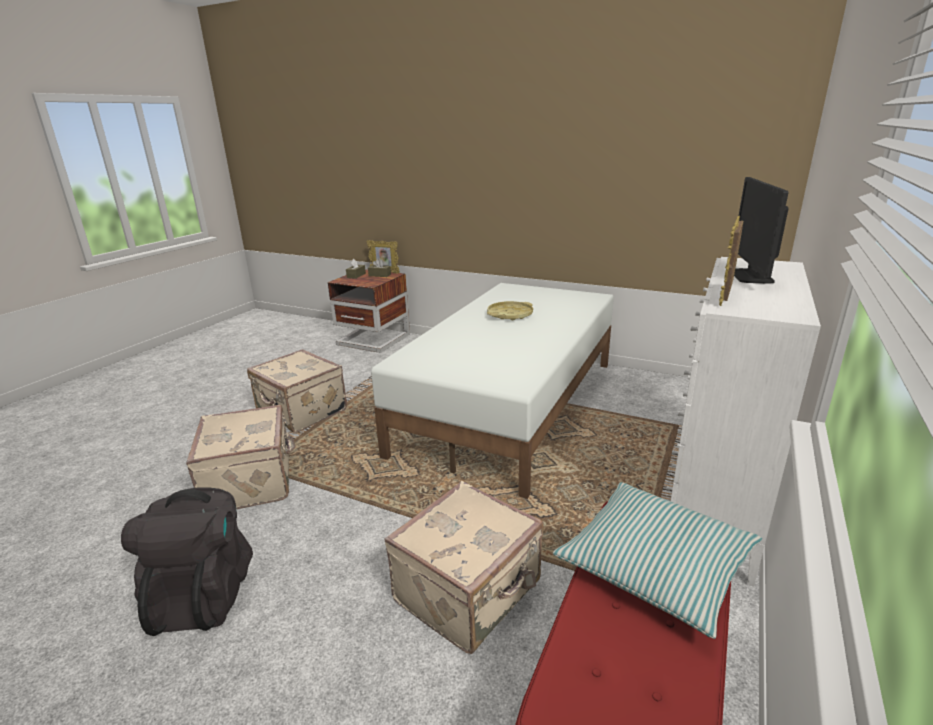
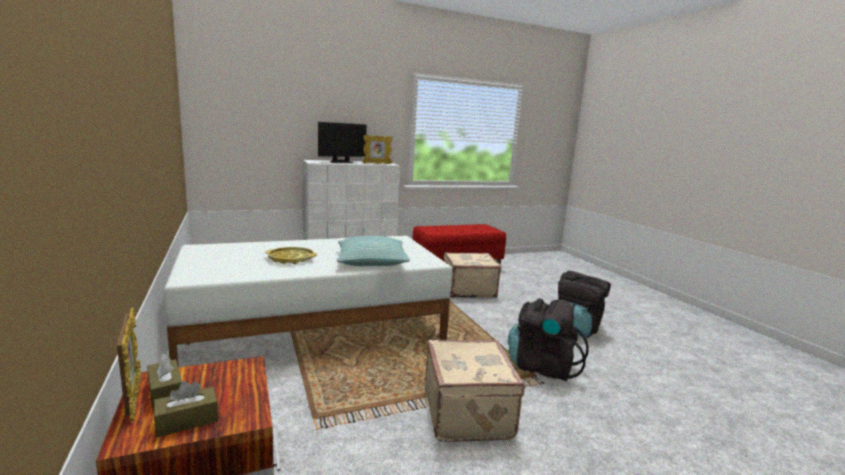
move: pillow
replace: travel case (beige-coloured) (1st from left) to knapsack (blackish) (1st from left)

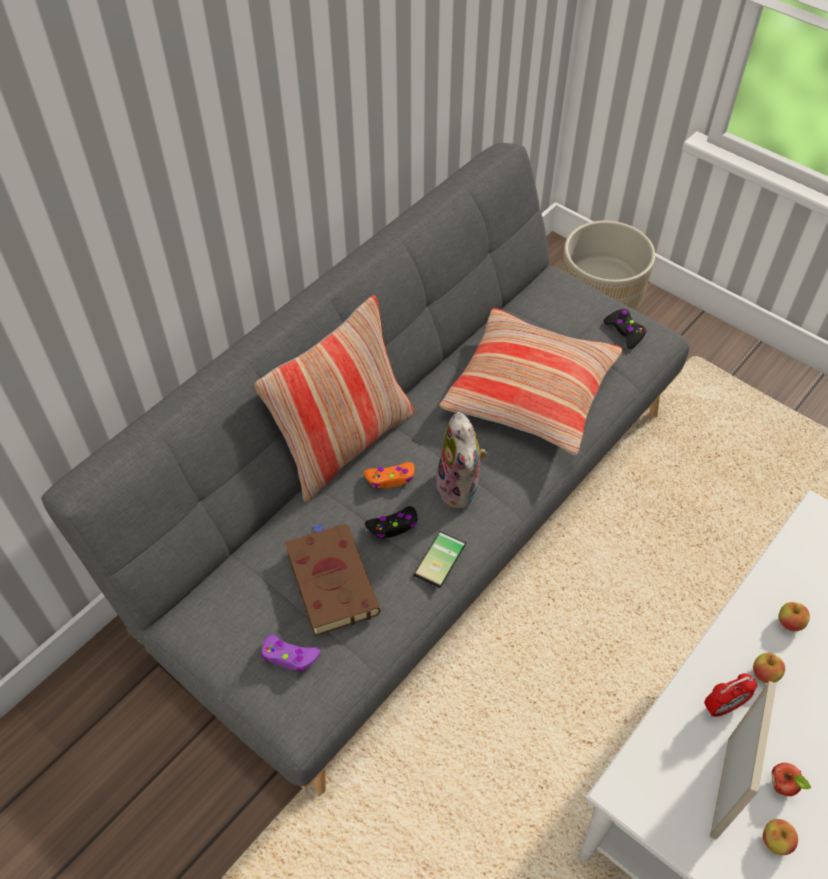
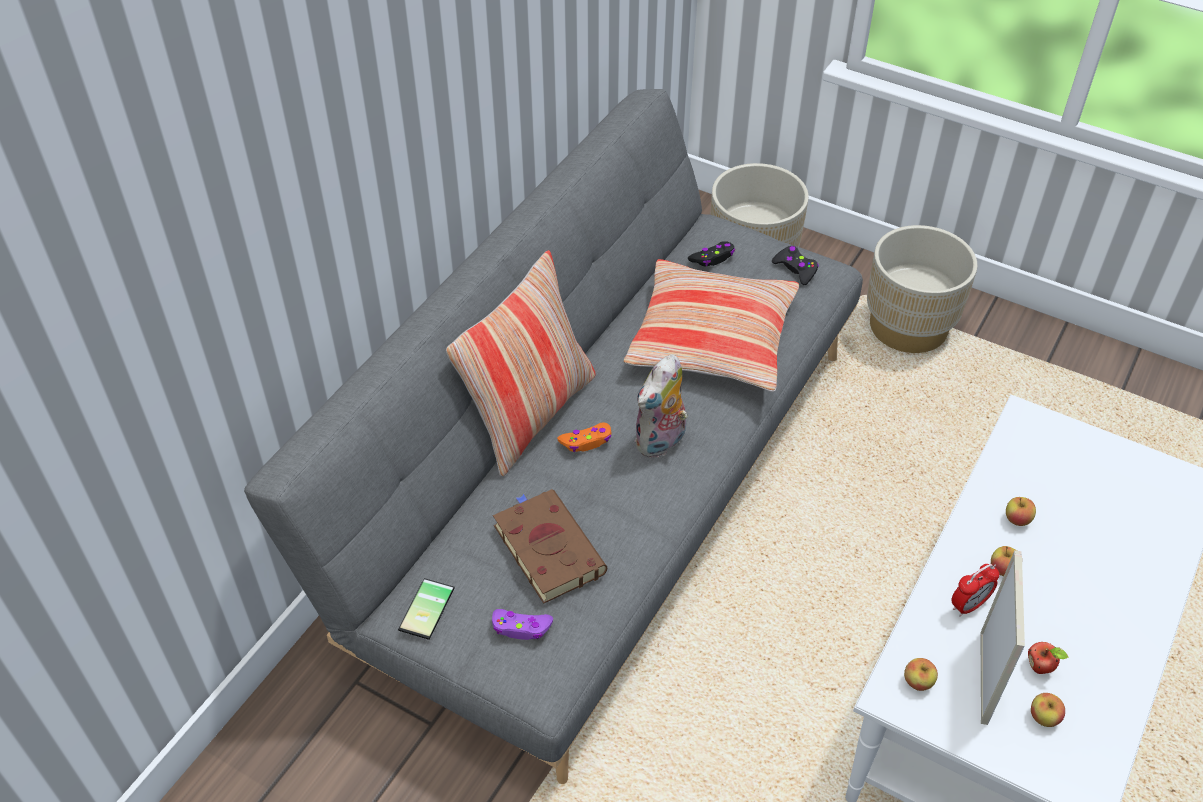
insert: plant pot (beige-coloured) (2nd from left); whole apple (1st from left)
move: game controller (blackish) (1st from left); telephone
rotate: cuddly toy 60 degrees clockwise

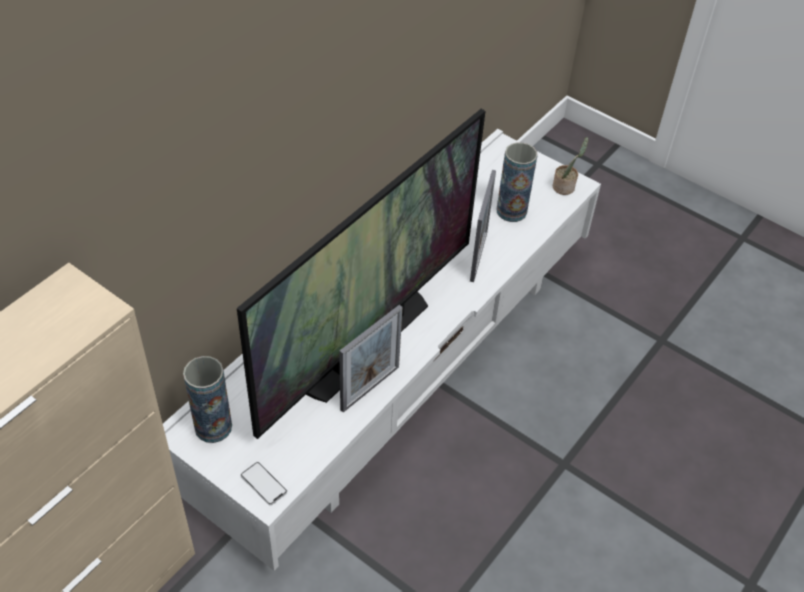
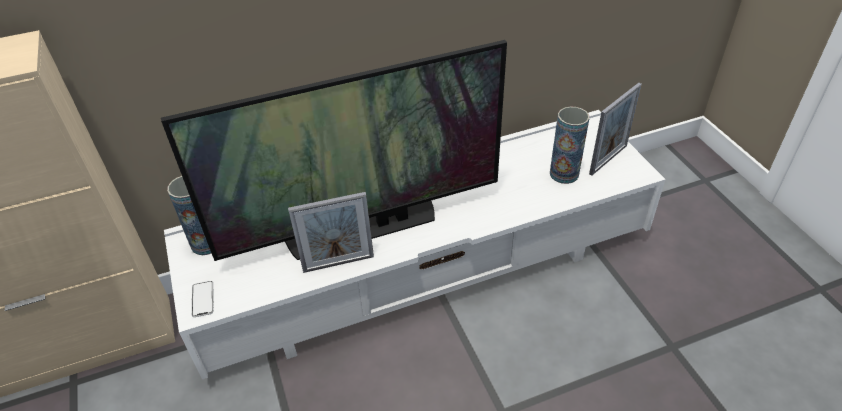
delete: plant in a pot
move: picture frame (2nd from left)

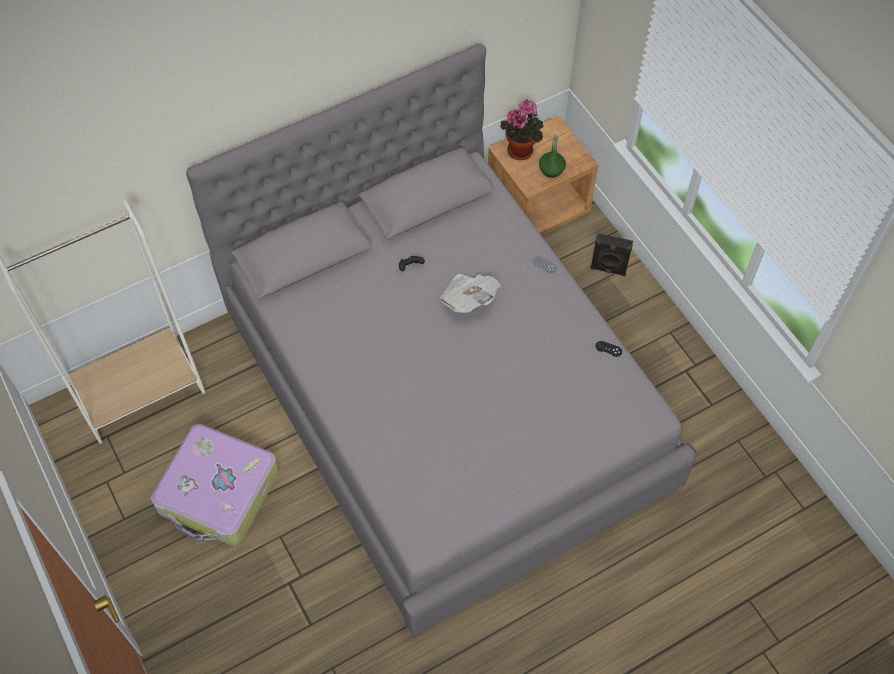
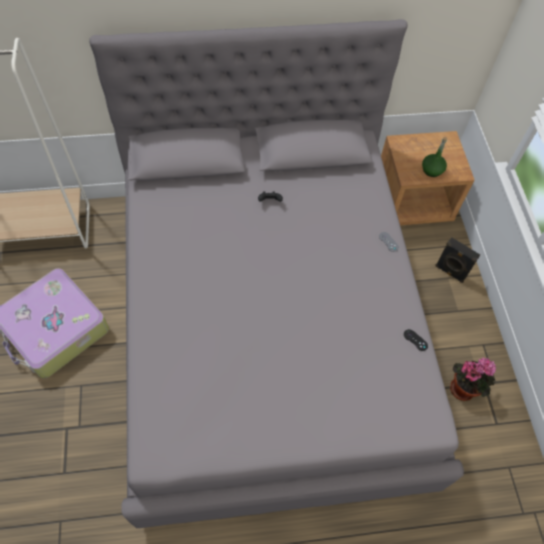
delete: newspaper
move: plant in a pot

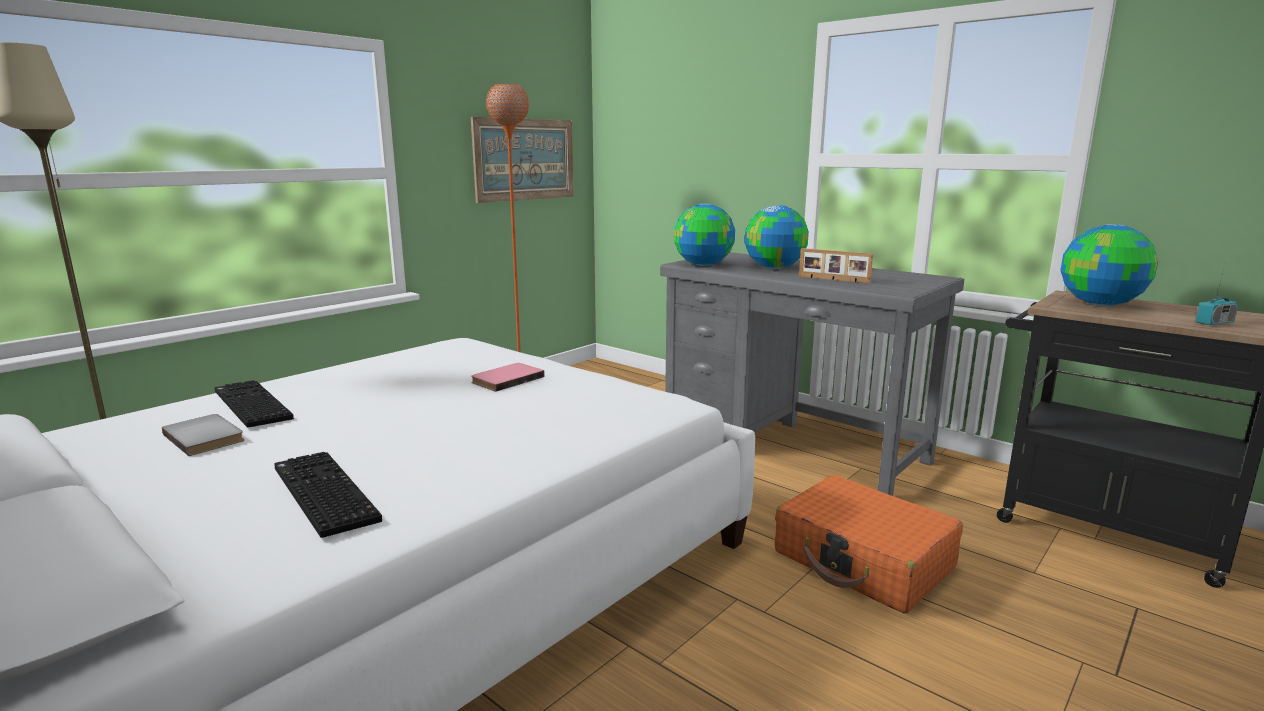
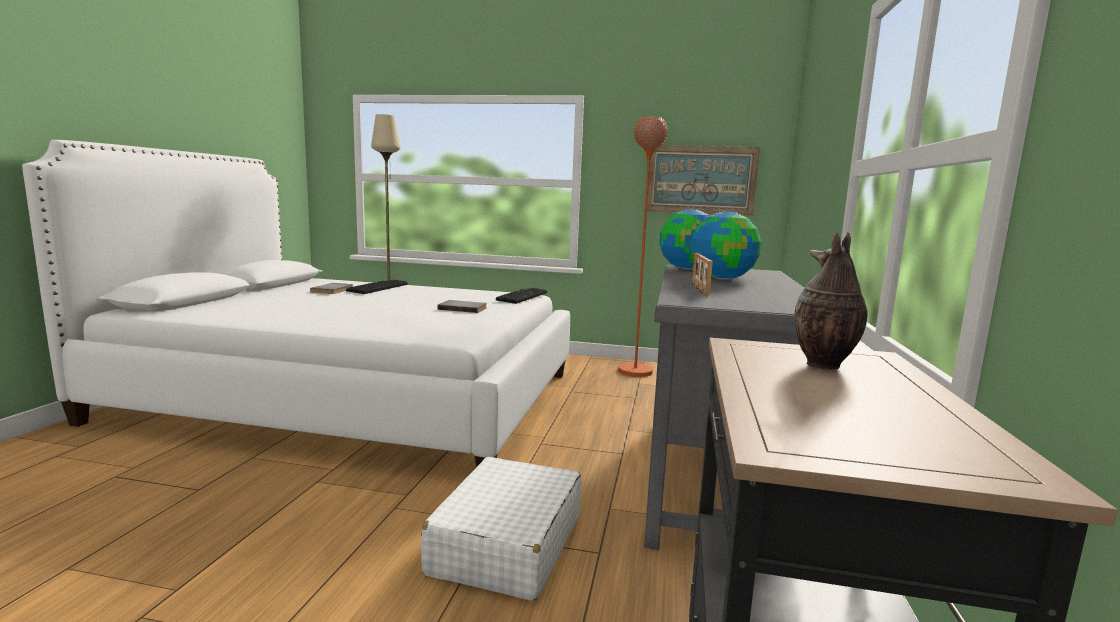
delete: radio
move: PC keyboard (2nd from left)
replace: globe (3rd from left) to flower vase
recolor: book (pink) to book (greyish) (2nd from left); travel case (orangey) to travel case (white-coloured)

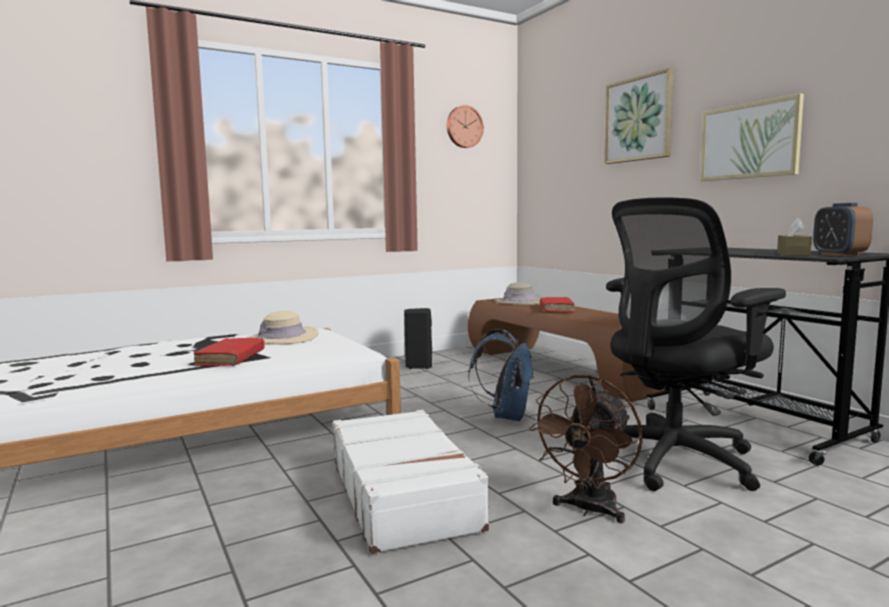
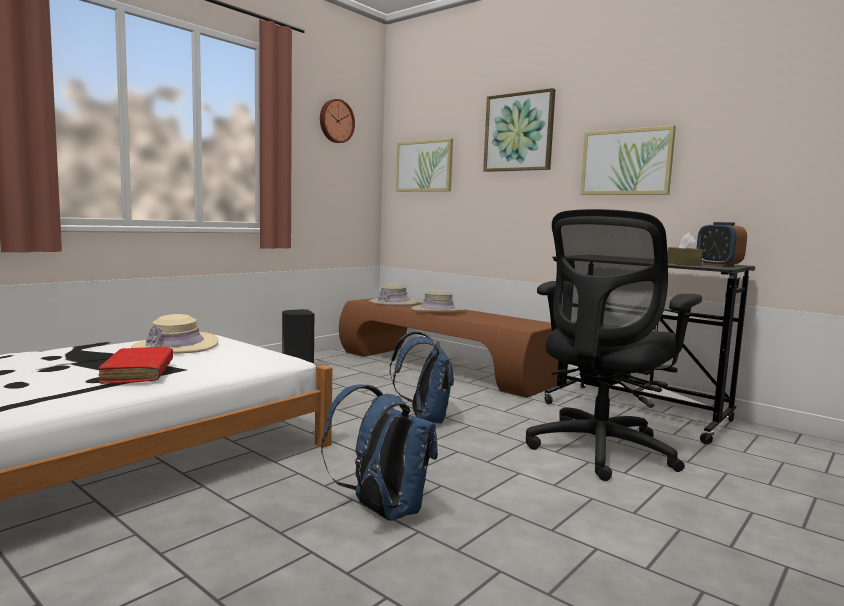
delete: electric fan (brown-coloured)
insert: wall picture (1st from left)
replace: book (red-coloured) (2nd from left) to clothing hat (beige-coloured) (3rd from left); travel case (white-coloured) to knapsack (blue-coloured) (1st from left)

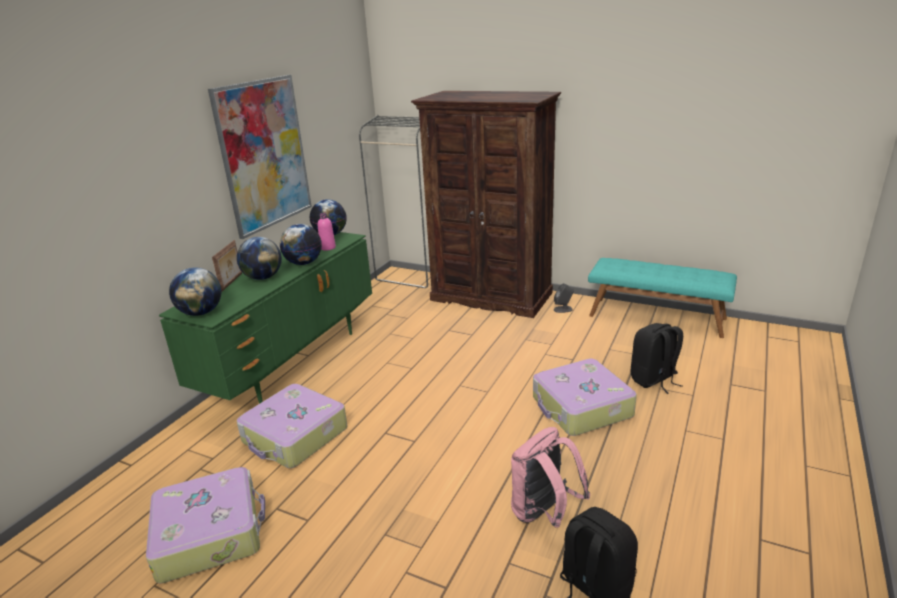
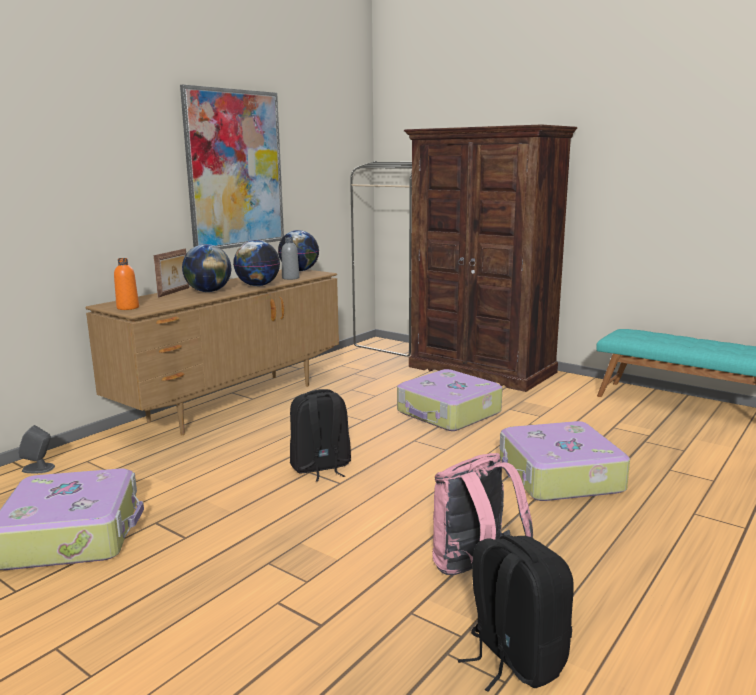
move: speaker (greyish); knapsack (blackish) (2nd from left in the first image) to knapsack (blackish) (1st from left); travel case (2nd from left)
replace: globe (1st from left) to beverage bottle (orangey)
recolor: beverage bottle (pink) to beverage bottle (greyish); chest of drawers (greenish) to chest of drawers (brown-coloured)

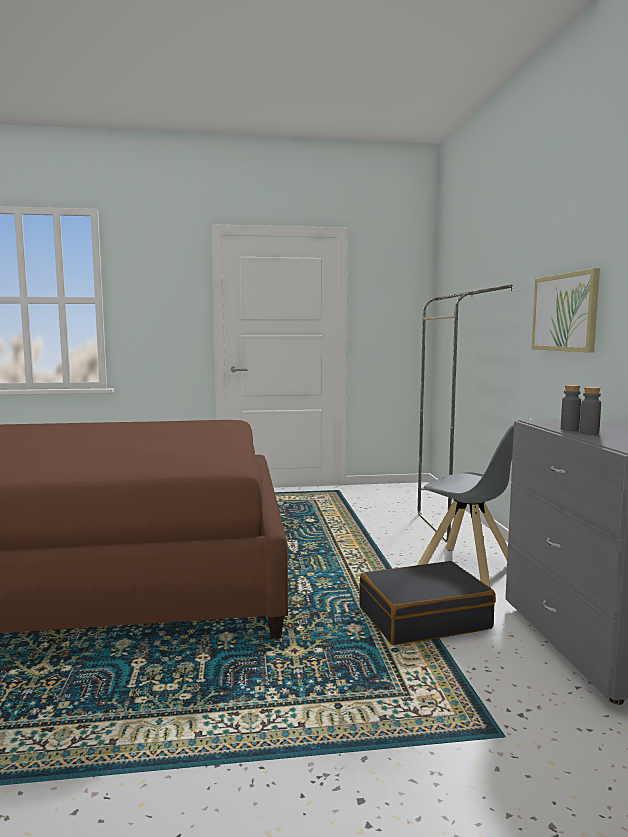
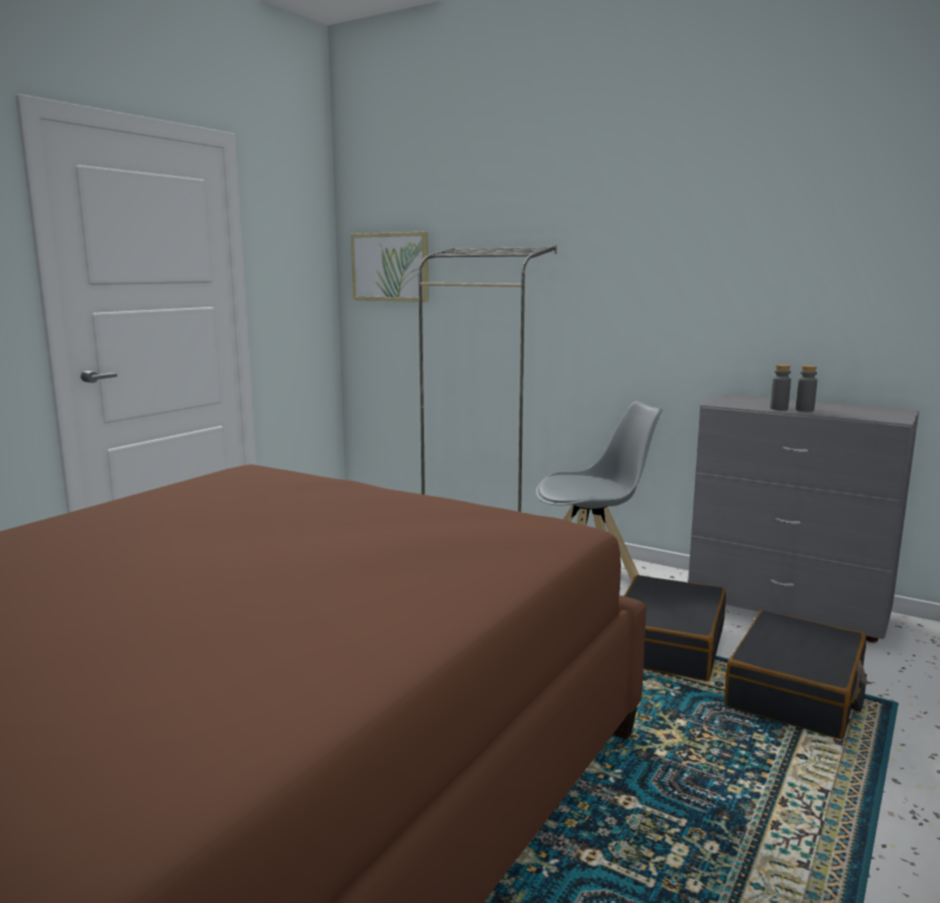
insert: travel case (blackish) (2nd from left)
move: wall picture

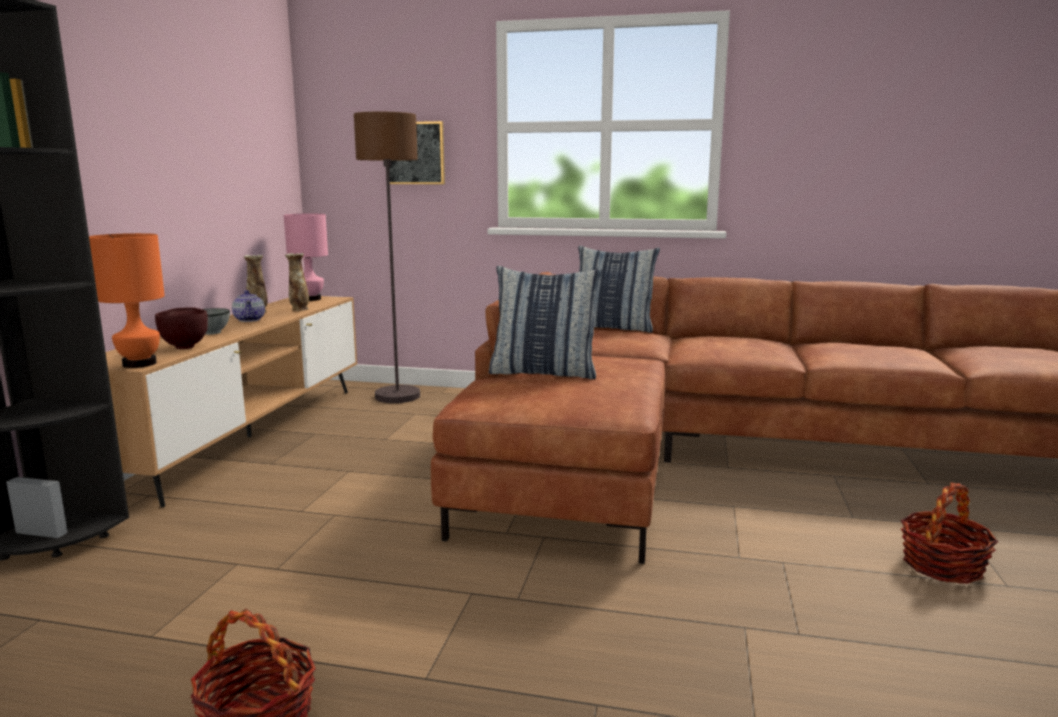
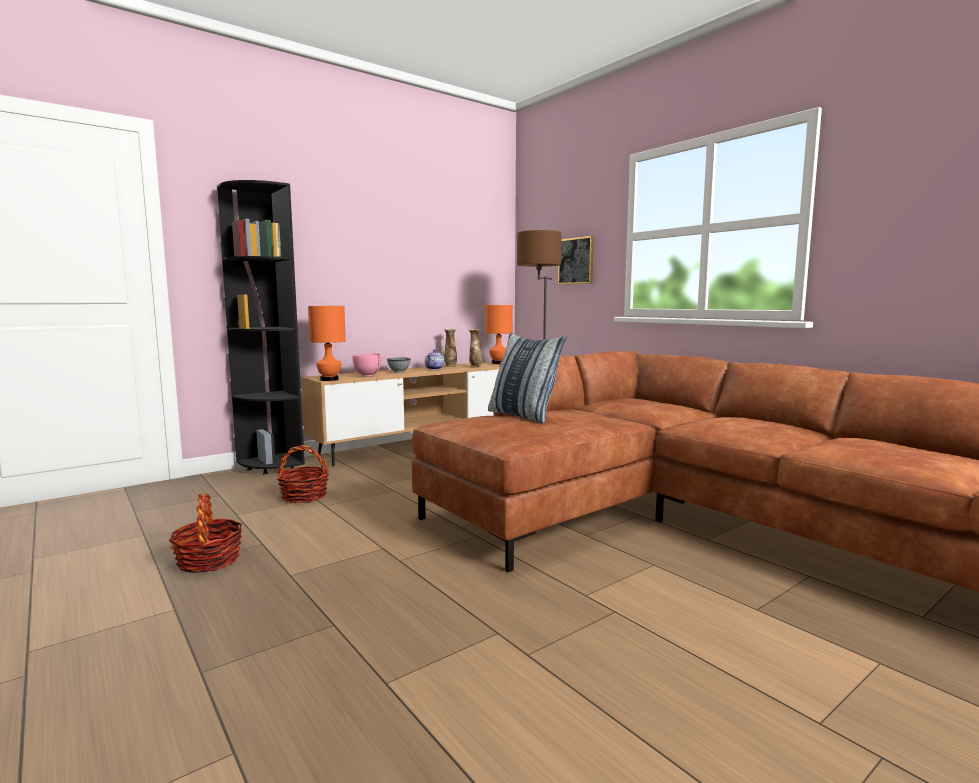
delete: pillow (2nd from left)
move: basket (2nd from left)
recolor: lamp for a table (pink) to lamp for a table (orangey) (2nd from left); serving bowl (brown-coloured) to serving bowl (pink)

